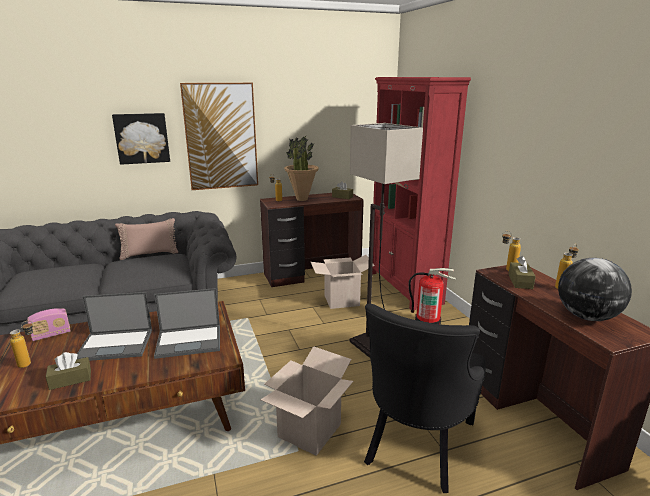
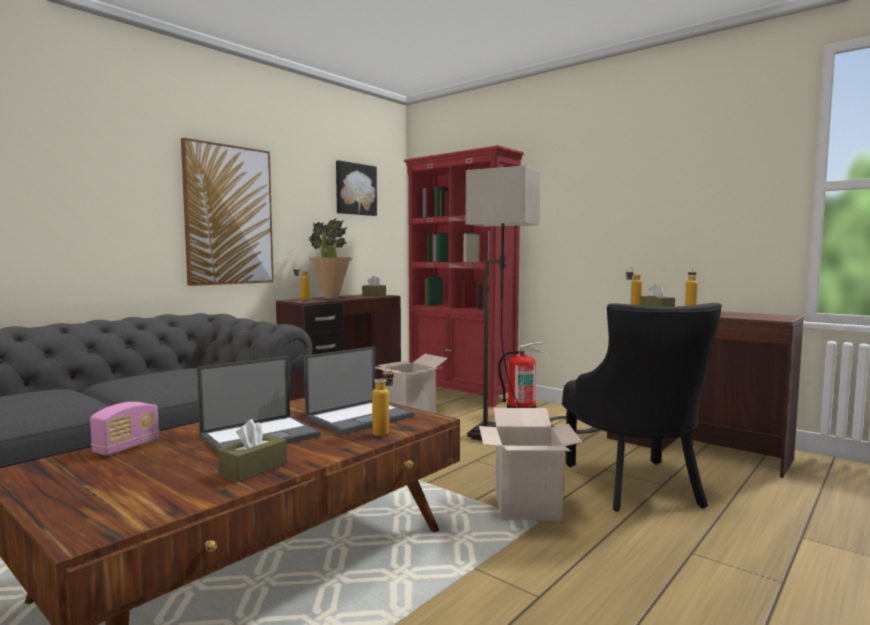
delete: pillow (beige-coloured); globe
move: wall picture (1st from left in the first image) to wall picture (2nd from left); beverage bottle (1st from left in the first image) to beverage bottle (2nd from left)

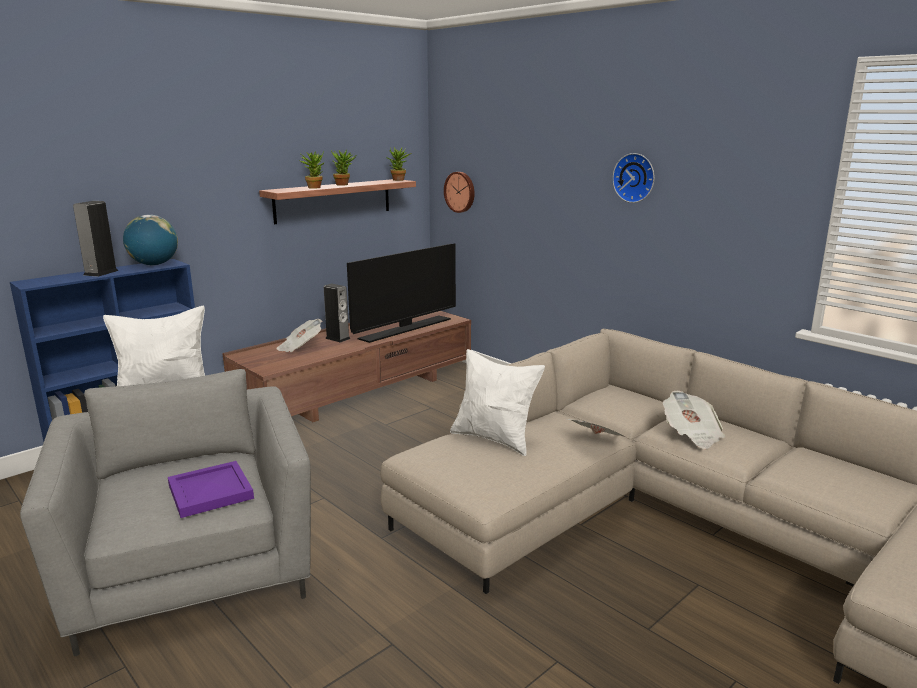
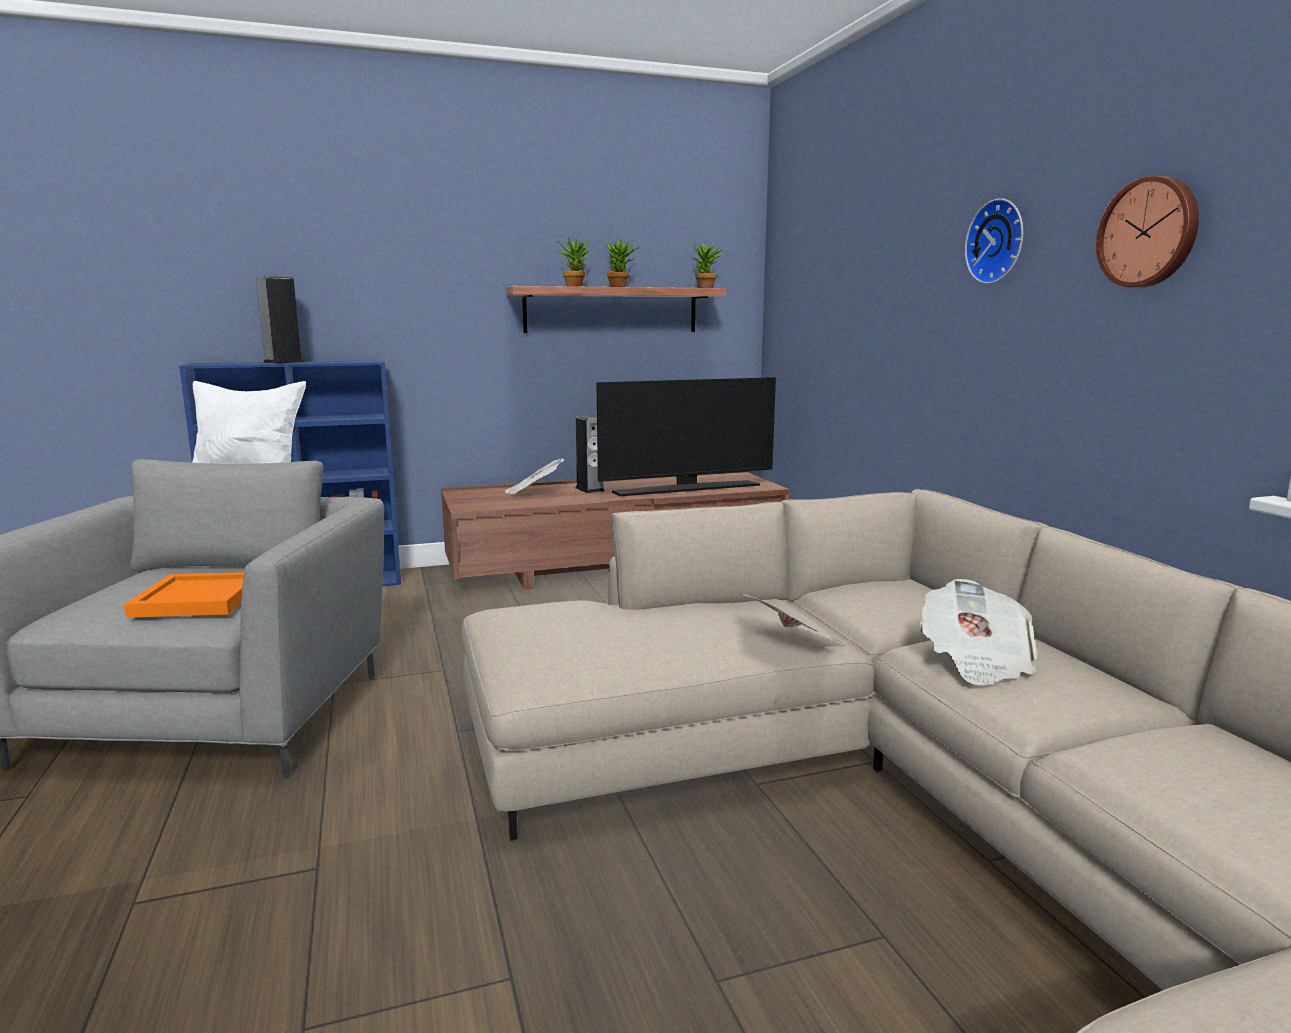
delete: globe; pillow (white-coloured) (2nd from left)
move: clock on the wall (1st from left in the first image) to clock on the wall (2nd from left)
recolor: tray (purplish) to tray (orangey)

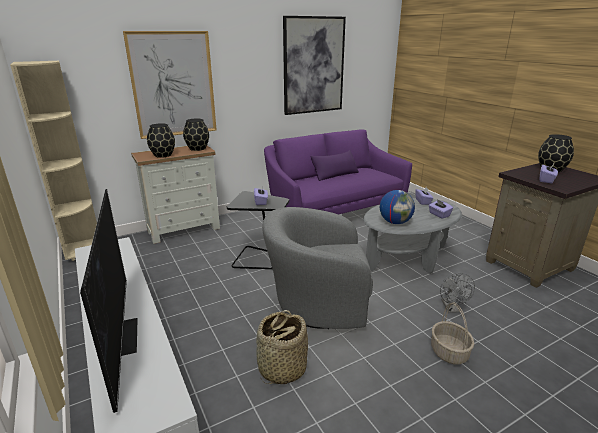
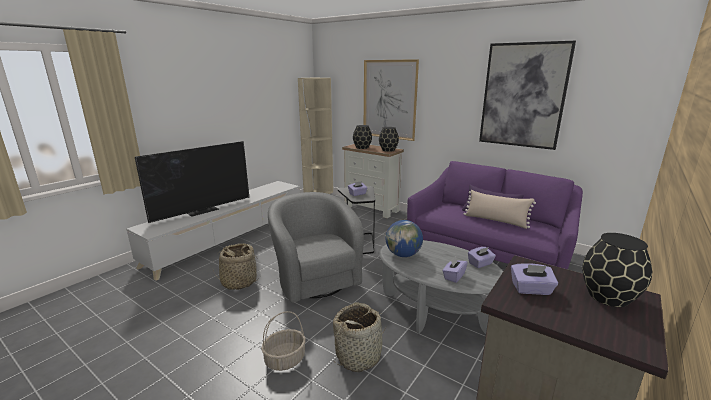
insert: pillow (beige-coloured)
replace: electric fan (greyish) to basket (3rd from left)

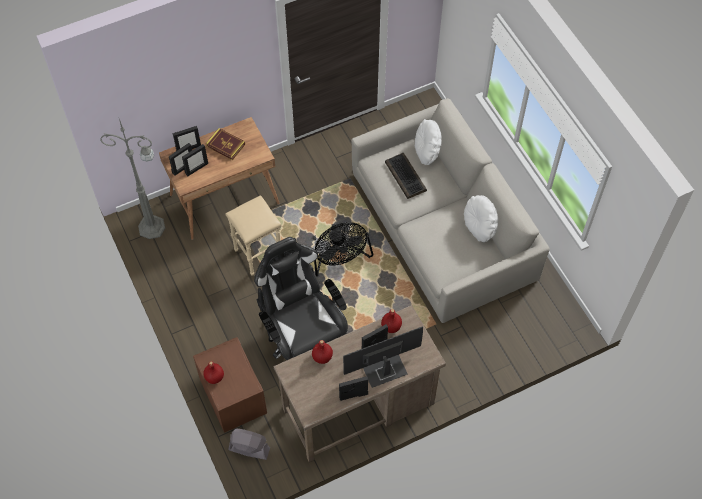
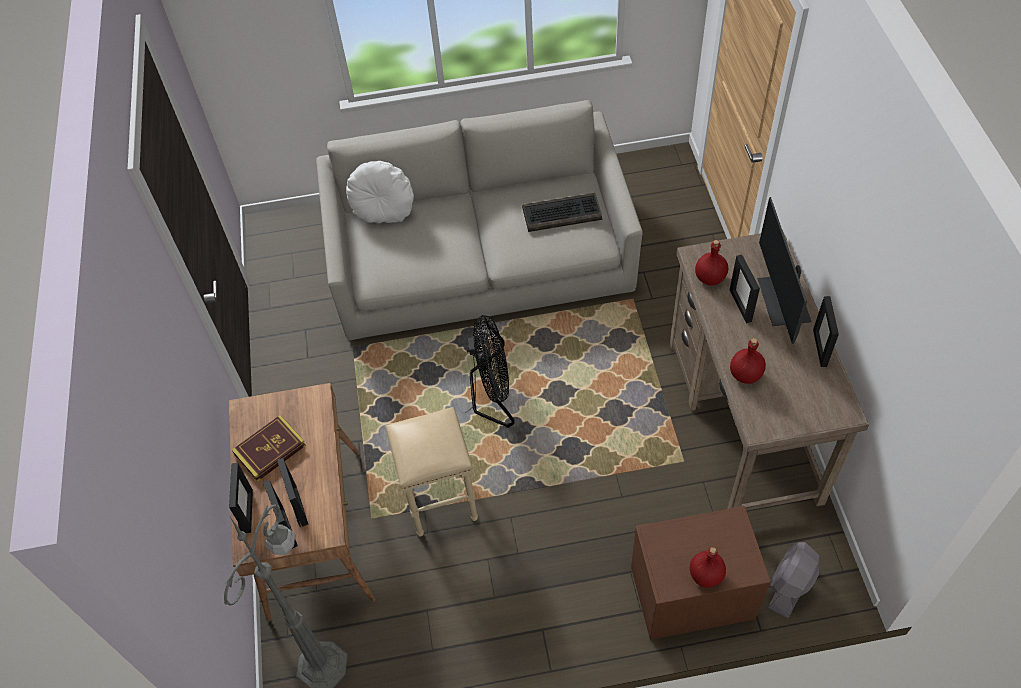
delete: pillow (white-coloured) (2nd from left); office chair (blackish)
move: PC keyboard

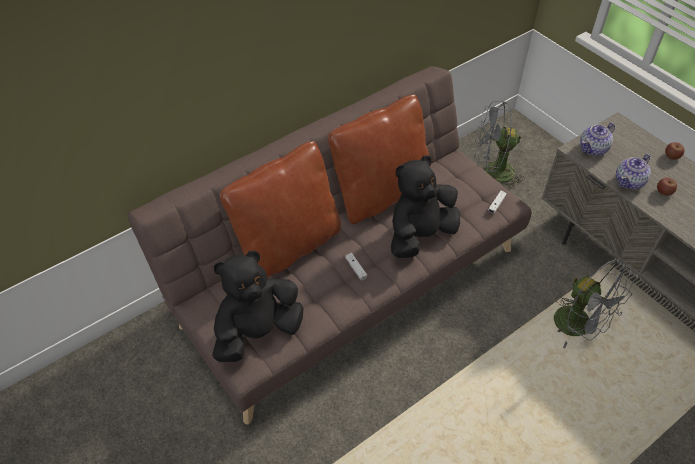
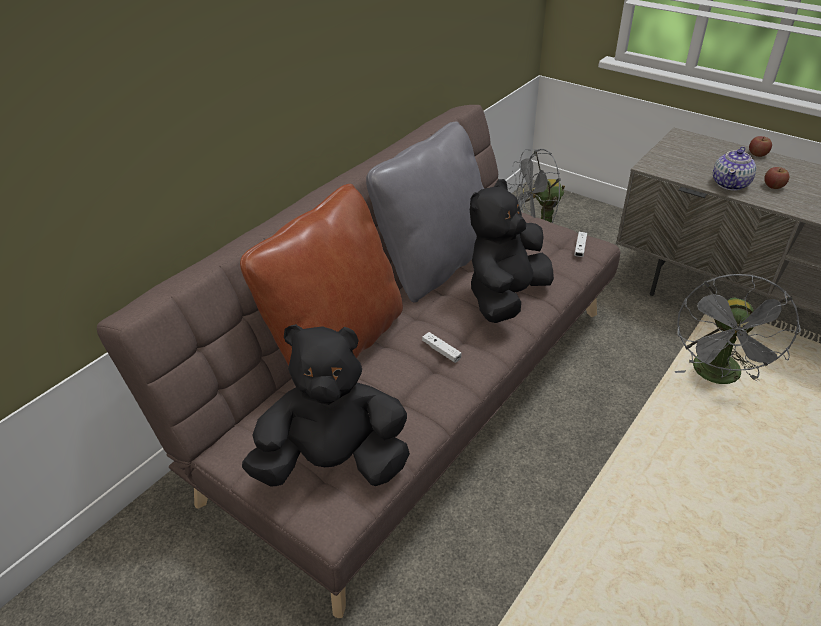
delete: teapot (1st from left)
recolor: pillow (brown-coloured) (2nd from left) to pillow (greyish)
rotate: cuddly toy (blackish) (1st from left) 45 degrees clockwise; electric fan (greyish) (2nd from left) 75 degrees clockwise

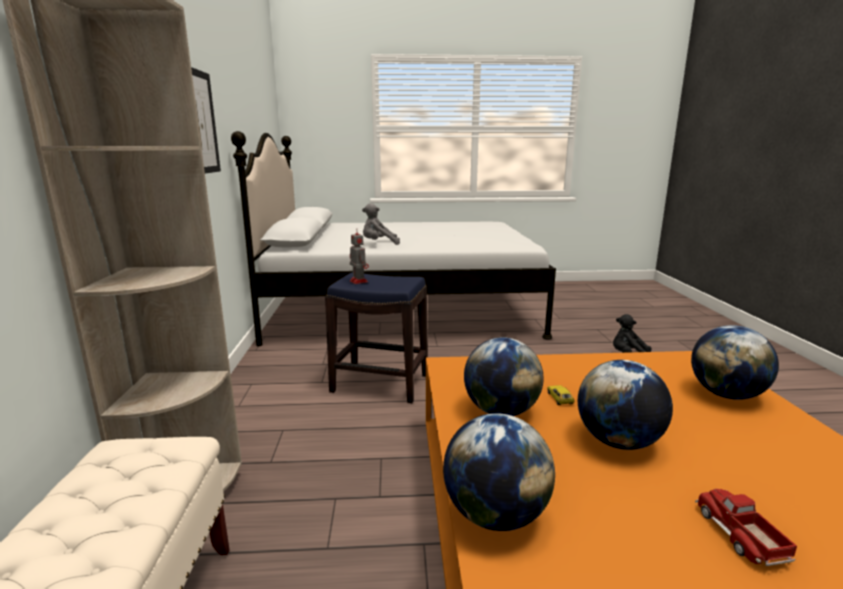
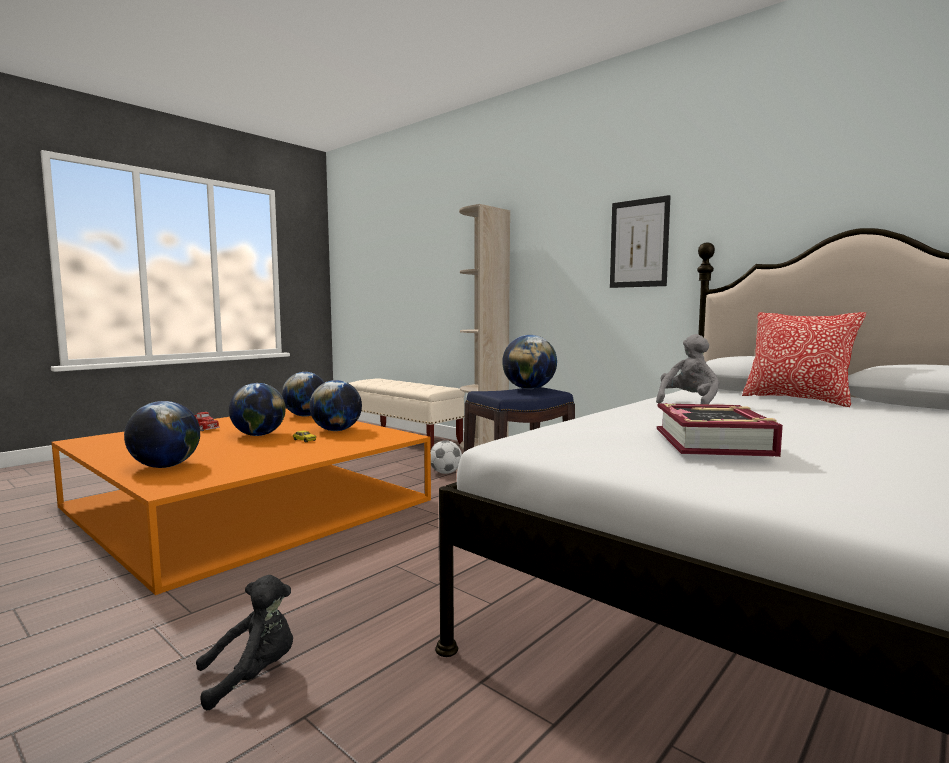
insert: pillow; book; ball for football
replace: model robot to globe (5th from left)

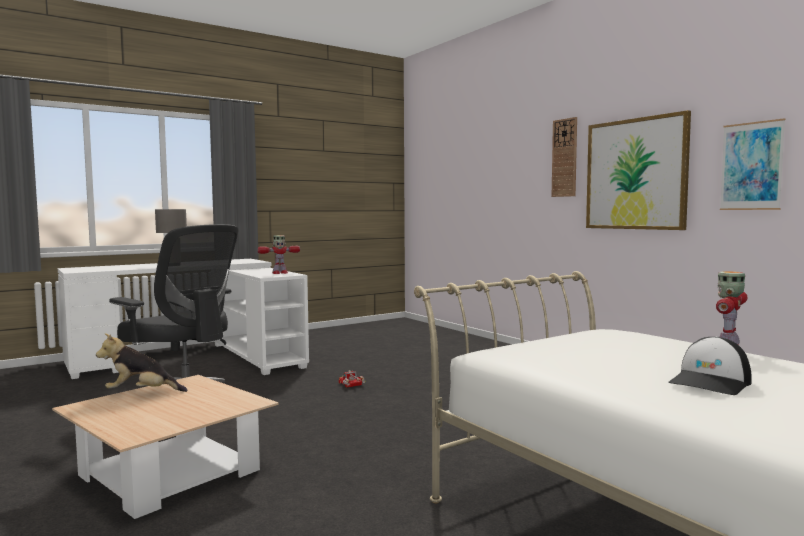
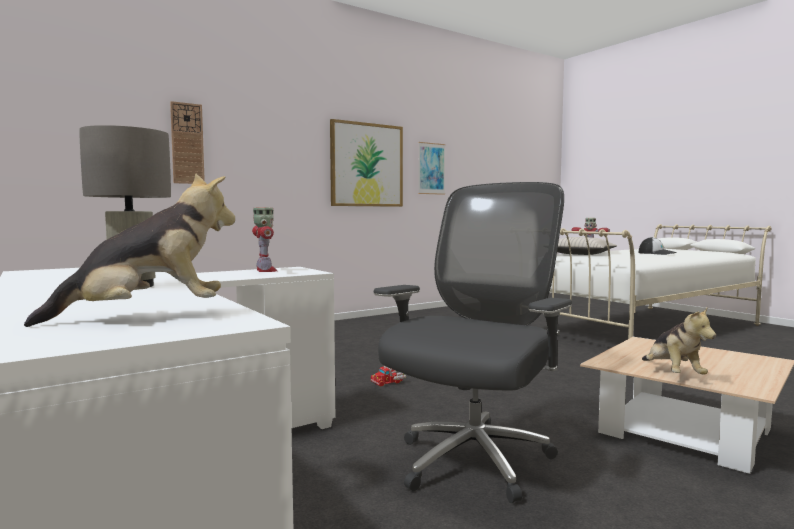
insert: cuddly toy (1st from left); pillow (beige-coloured)
move: clock on the wall

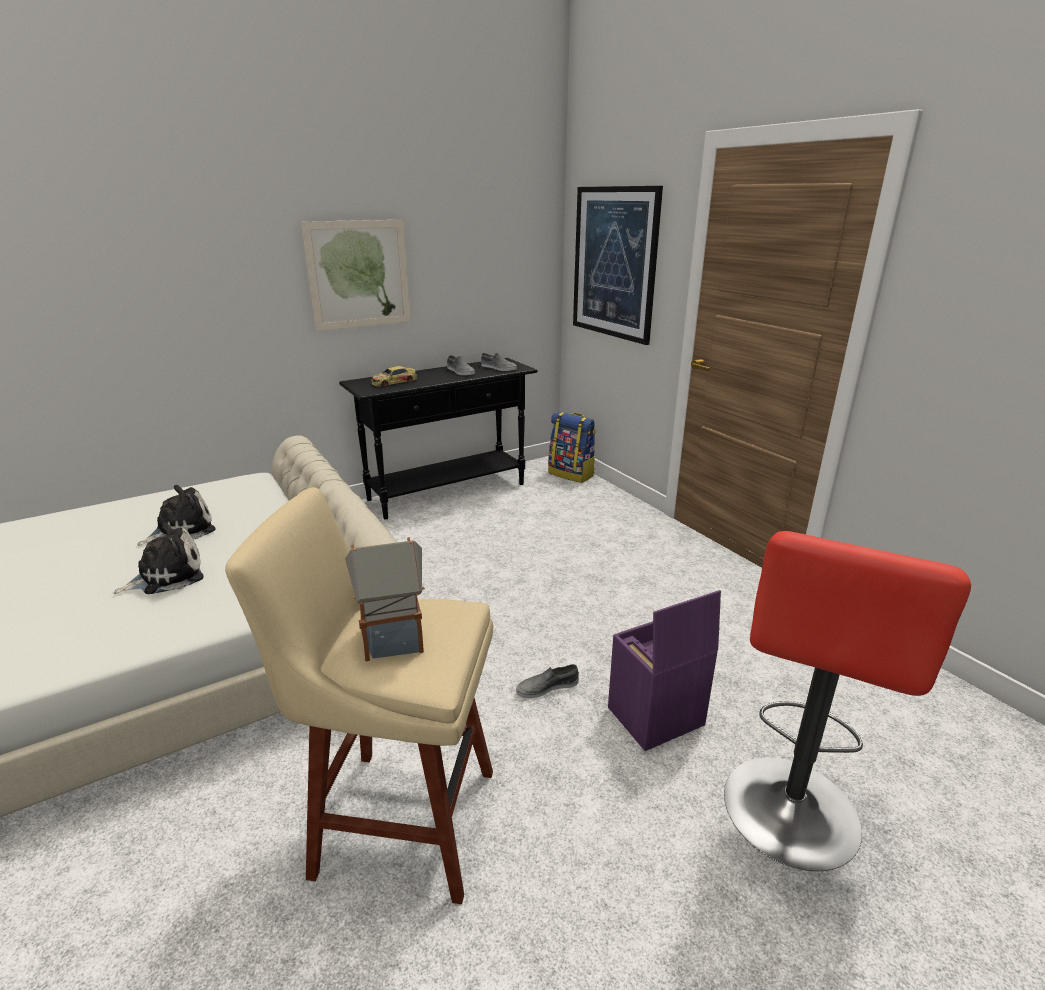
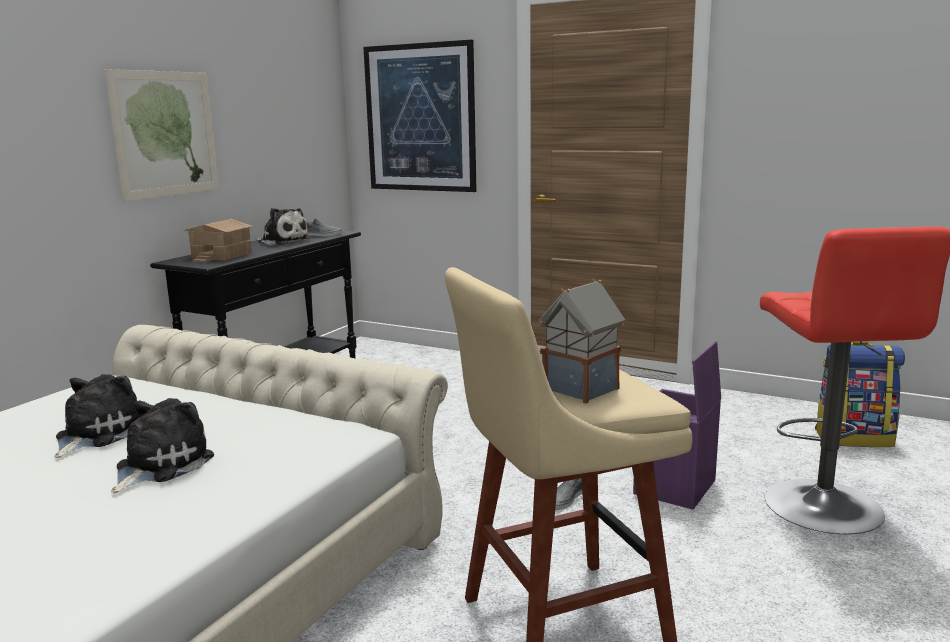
move: knapsack
replace: shoe (greyish) (1st from left) to cuddly toy (3rd from left); toy car to miniature house (1st from left)

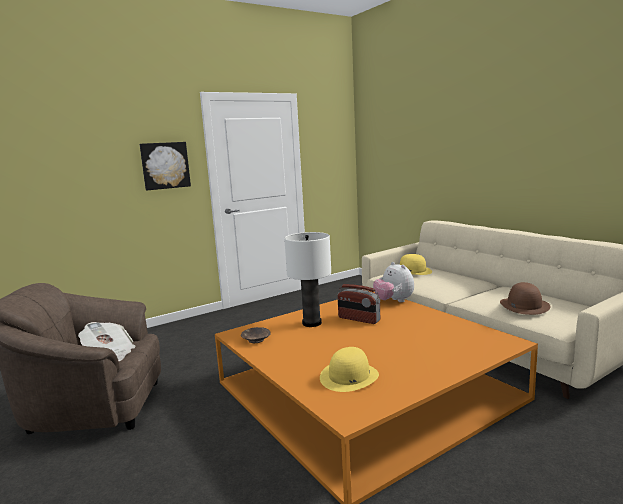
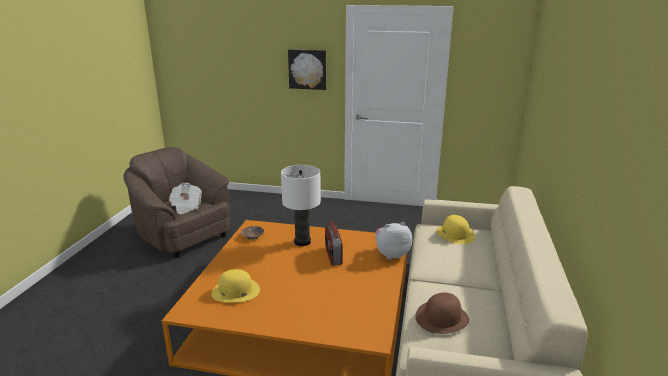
rotate: cuddly toy 60 degrees clockwise

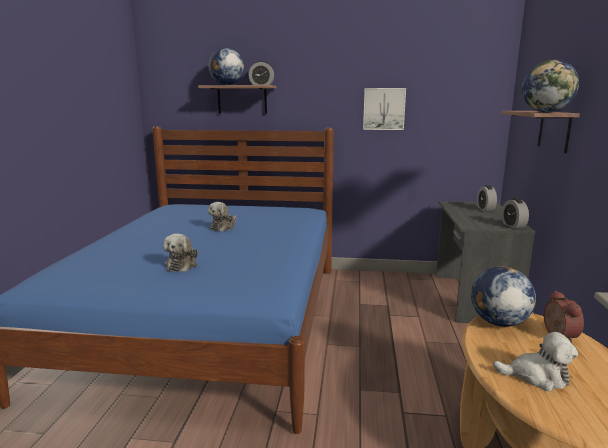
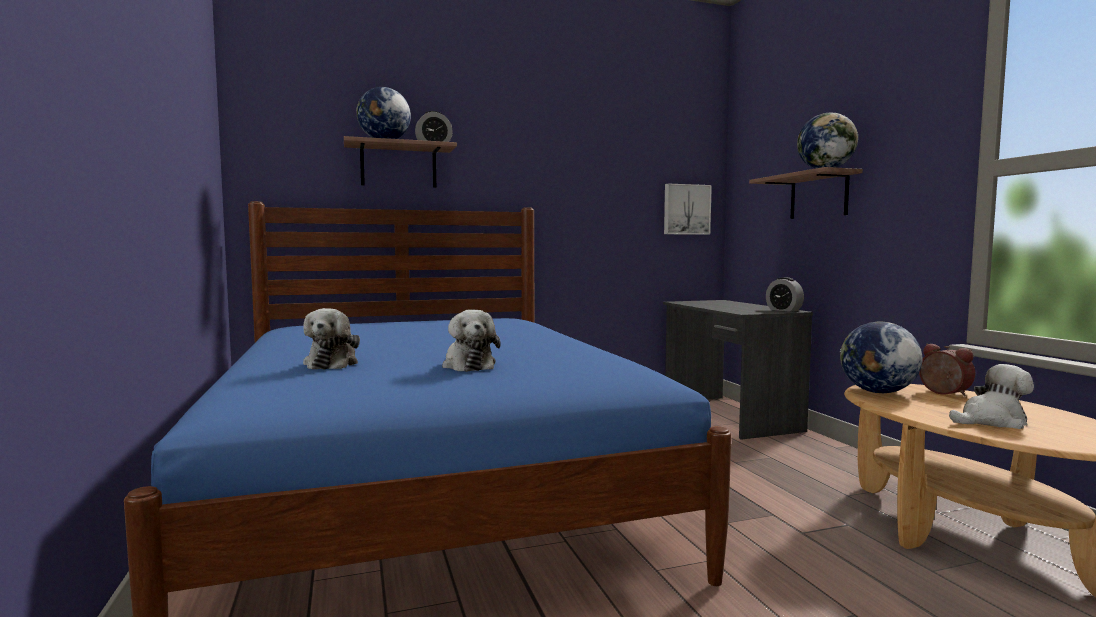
delete: bedside clock (2nd from left)
move: wall picture; cuddly toy (2nd from left in the first image) to cuddly toy (1st from left)

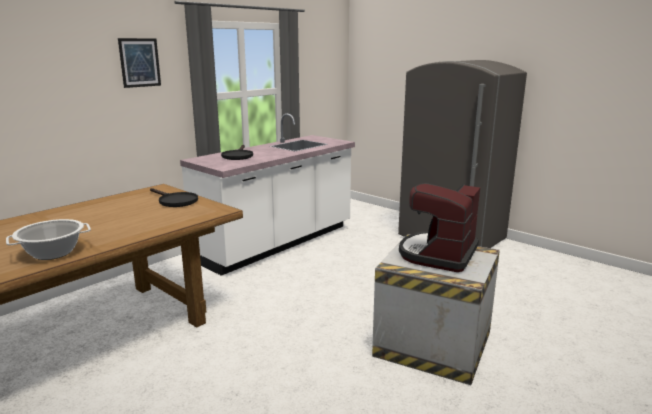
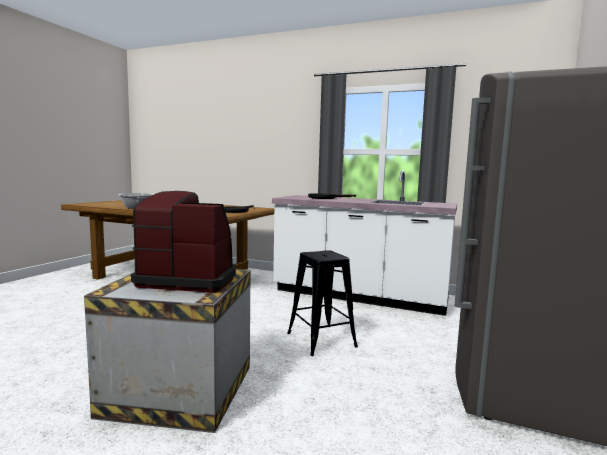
delete: wall picture
insert: stool (blackish)

